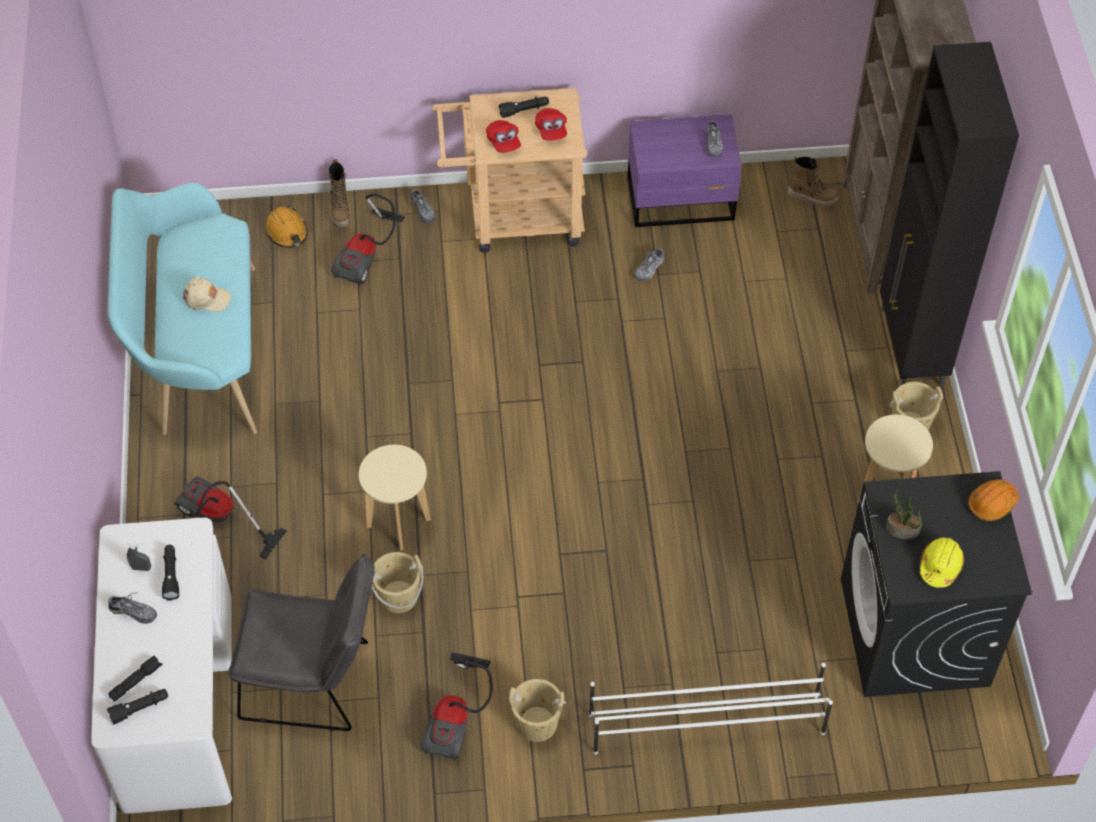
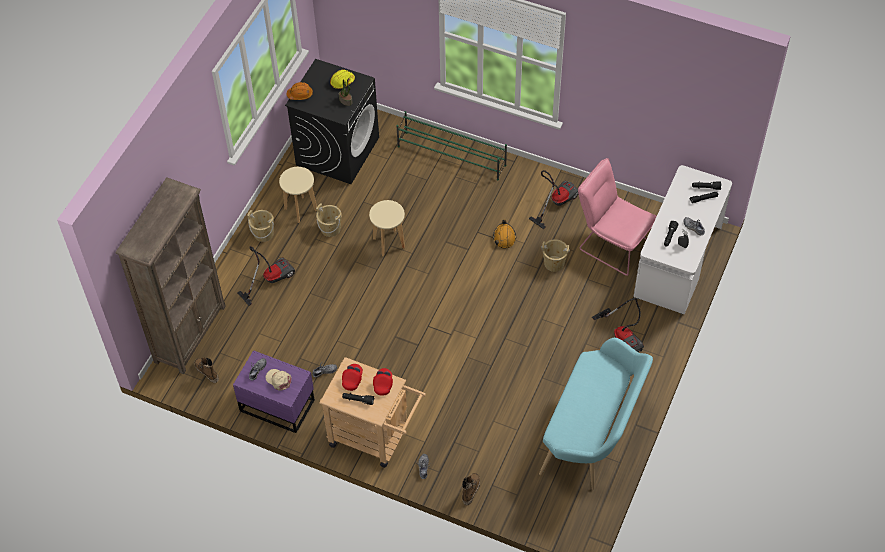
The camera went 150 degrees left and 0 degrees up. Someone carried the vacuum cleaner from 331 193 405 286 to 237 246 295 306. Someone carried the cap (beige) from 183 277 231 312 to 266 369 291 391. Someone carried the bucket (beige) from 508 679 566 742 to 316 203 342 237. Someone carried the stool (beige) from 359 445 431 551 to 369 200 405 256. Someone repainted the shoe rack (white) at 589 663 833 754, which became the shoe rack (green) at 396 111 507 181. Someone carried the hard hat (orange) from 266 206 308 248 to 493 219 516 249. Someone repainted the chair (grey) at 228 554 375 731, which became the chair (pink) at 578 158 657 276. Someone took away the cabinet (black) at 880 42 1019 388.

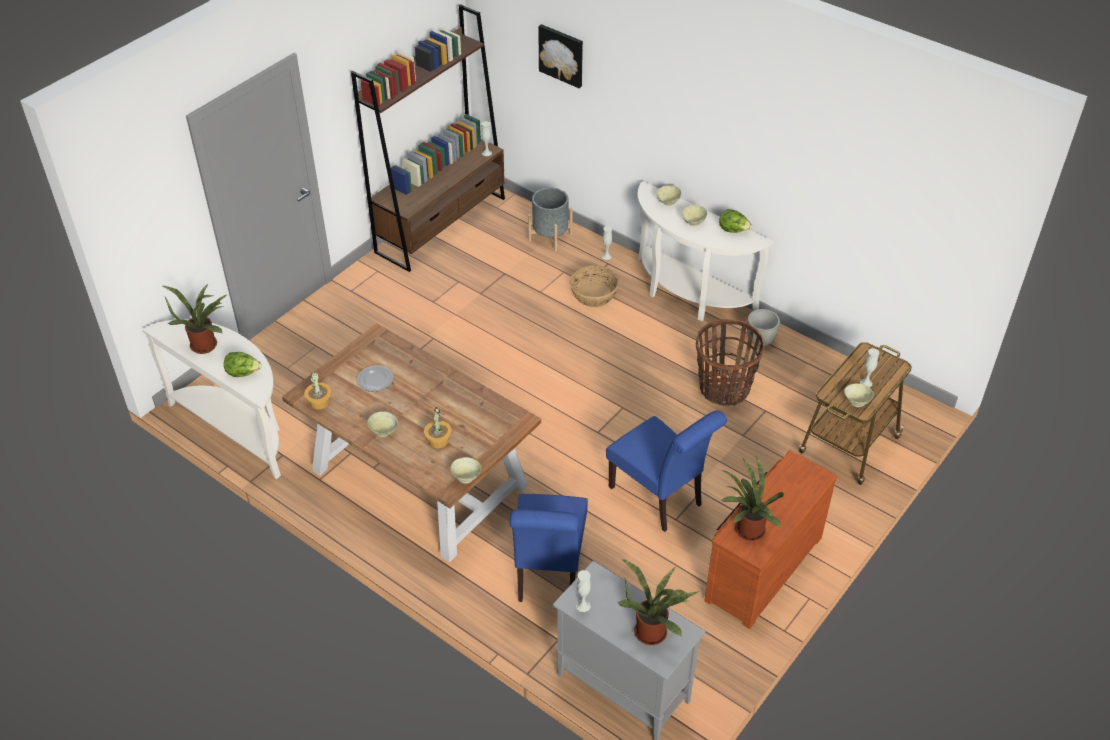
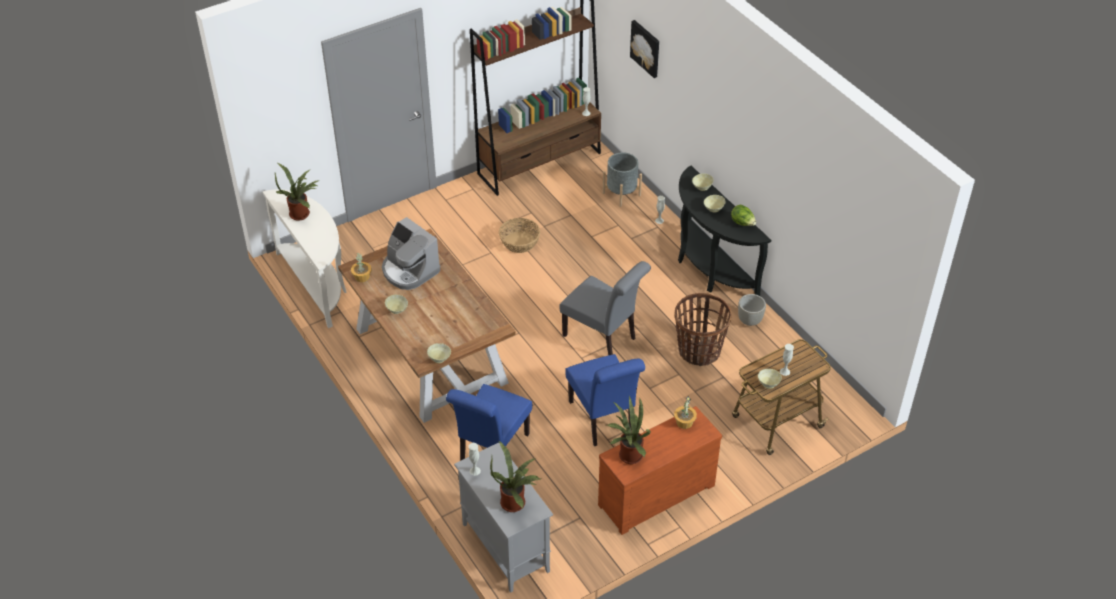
The camera went 20 degrees right and 0 degrees up. Someone swapped the plate at 357 366 393 392 for the coffee machine at 382 217 440 290. Someone carried the basket from 570 266 619 307 to 499 218 540 253. Someone put down the chair (grey) at 559 261 651 355. Someone carried the potted plant from 424 407 452 448 to 674 396 697 429. Someone repainted the console table (white) at 637 181 774 321, which became the console table (black) at 678 166 771 296. Someone took away the lettuce at 224 352 262 377.

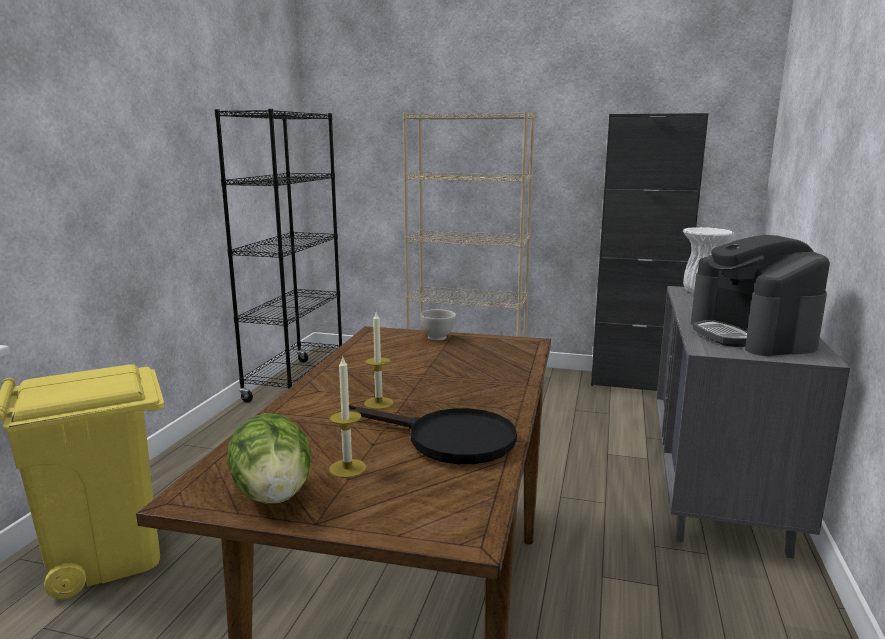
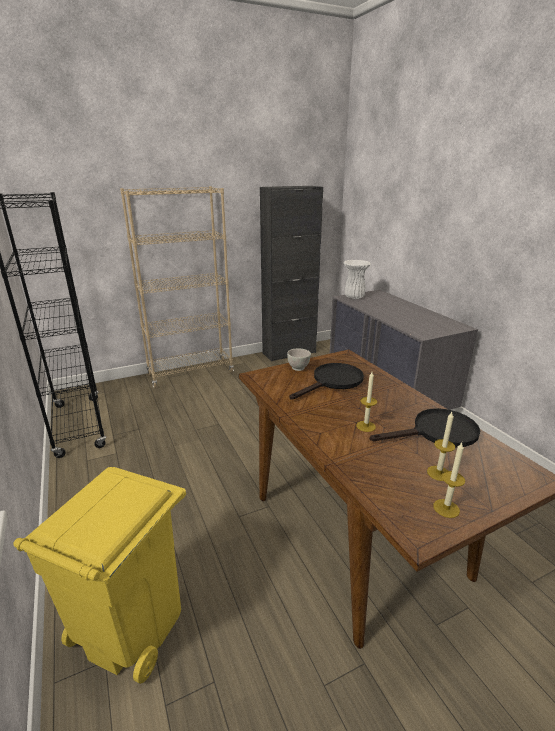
The camera went 40 degrees left and 10 degrees up. Someone put down the frying pan (black) at 290 363 364 400. Someone swapped the lettuce at 227 413 311 504 for the candle at 433 443 465 518. Someone took away the coffee machine at 691 235 830 356.

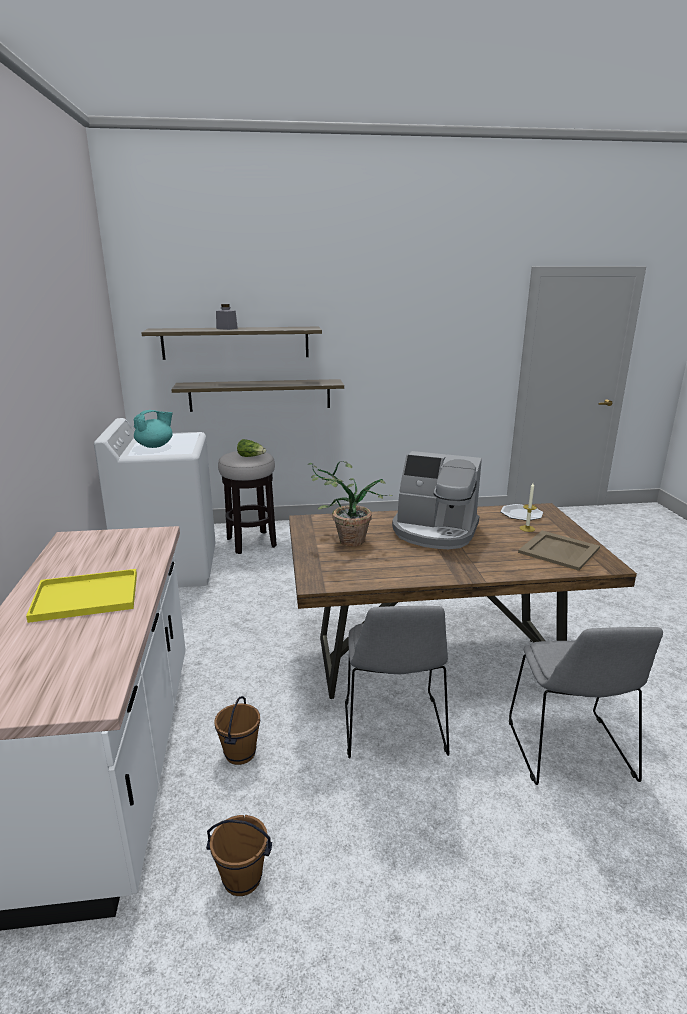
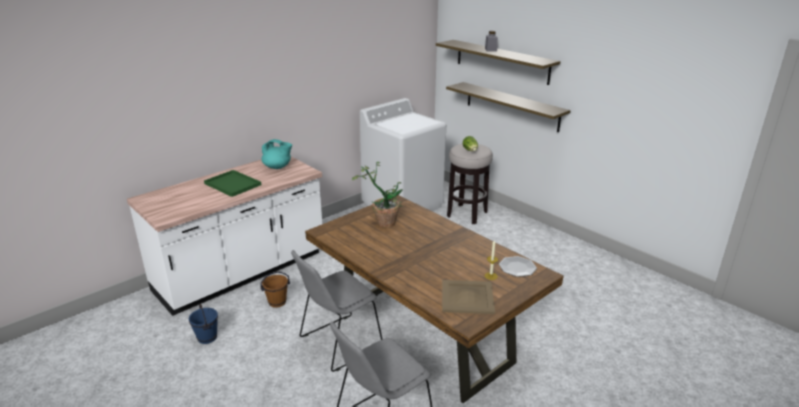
The camera went 55 degrees right and 5 degrees up. Someone repainted the bucket (brown) at 206 815 272 896, which became the bucket (blue) at 189 304 218 344. Someone repainted the tray (yellow) at 26 569 137 623, which became the tray (green) at 204 170 262 197. Someone carried the teapot (turquoise) from 134 410 173 448 to 262 139 292 169. Someone took away the coffee machine at 392 451 482 549.

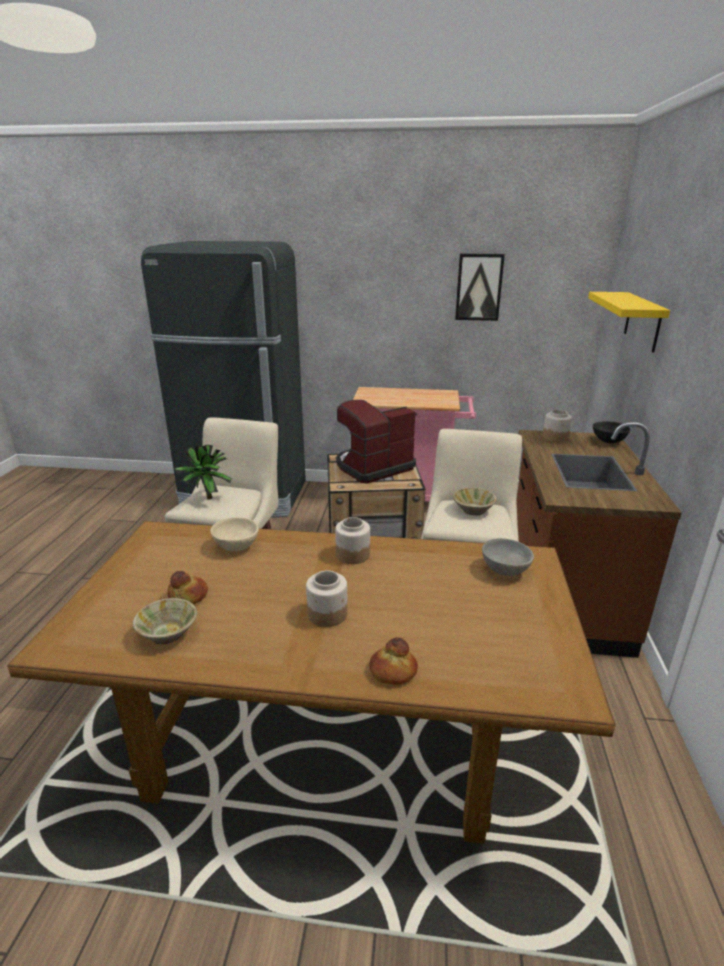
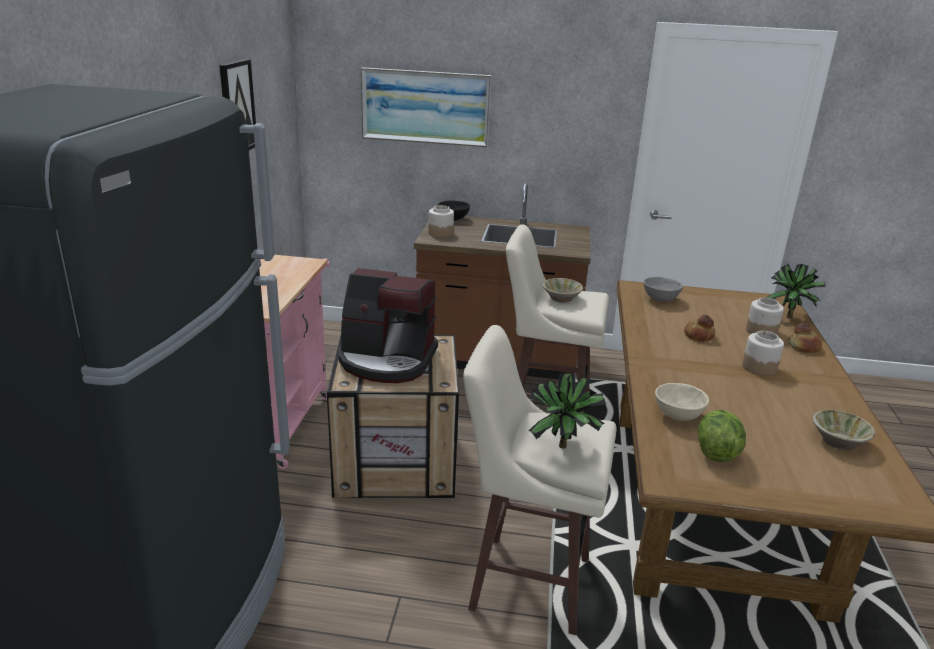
The camera went 90 degrees left and 0 degrees up. Someone rotated the coffee machine at 336 400 416 483 by 45 degrees counterclockwise. Someone swapped the shelf (yellow) at 588 292 670 352 for the picture at 361 67 492 147. Someone carried the bread from 167 571 208 604 to 684 315 715 342. Someone put down the lettuce at 698 410 746 462. Someone carried the jar from 335 517 370 564 to 746 298 784 334. Someone put down the potted plant at 766 264 826 319.

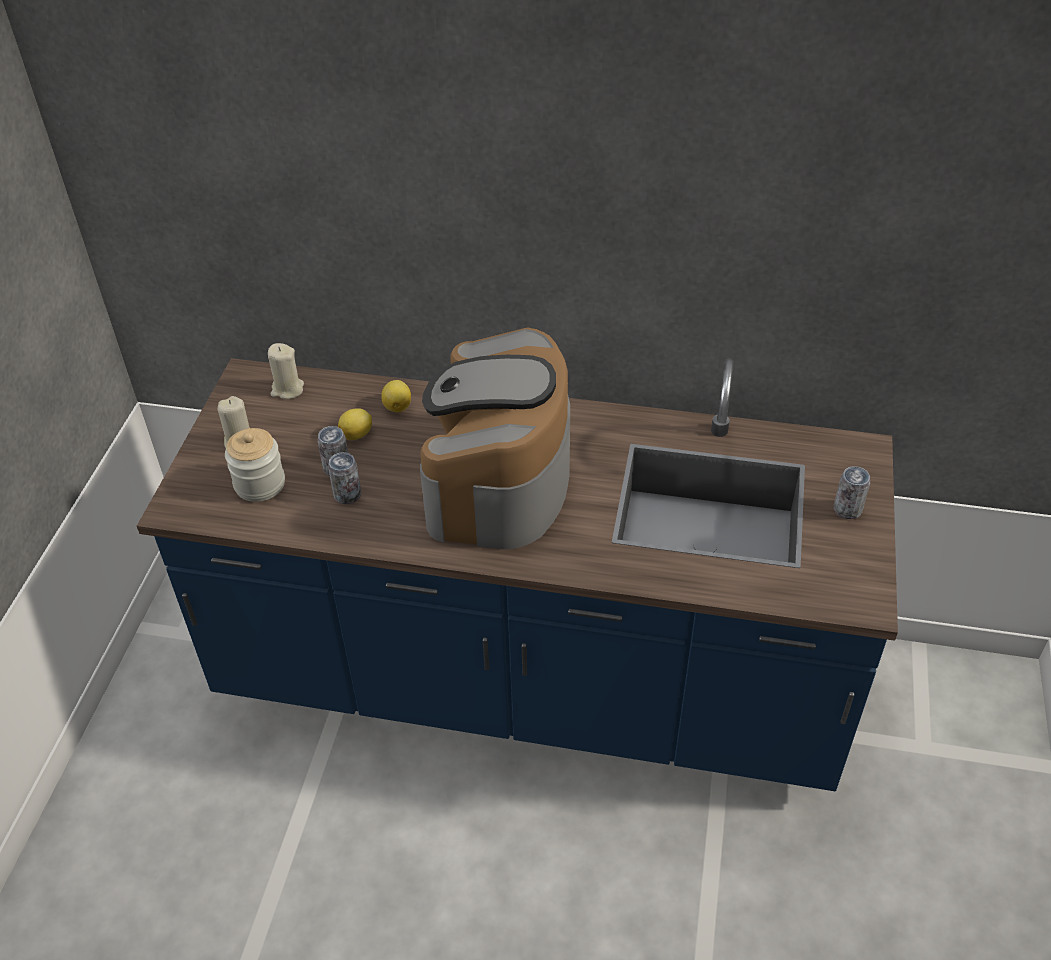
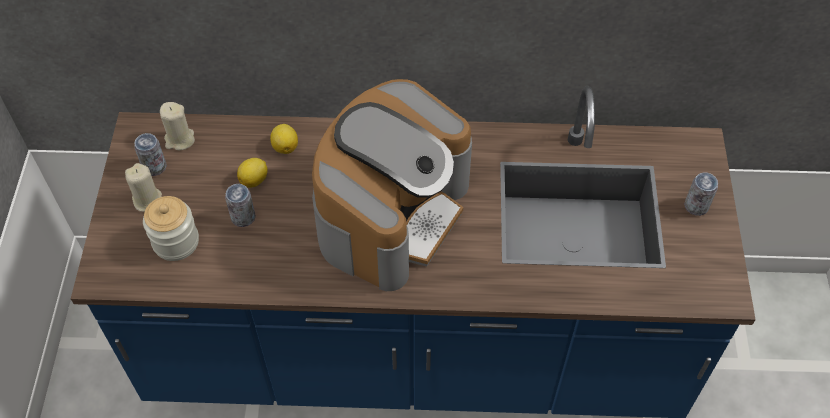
The camera went 10 degrees left and 10 degrees up. Someone carried the can from 328 452 361 504 to 134 133 167 176. Someone rotated the coffee machine at 420 327 570 549 by 150 degrees counterclockwise.

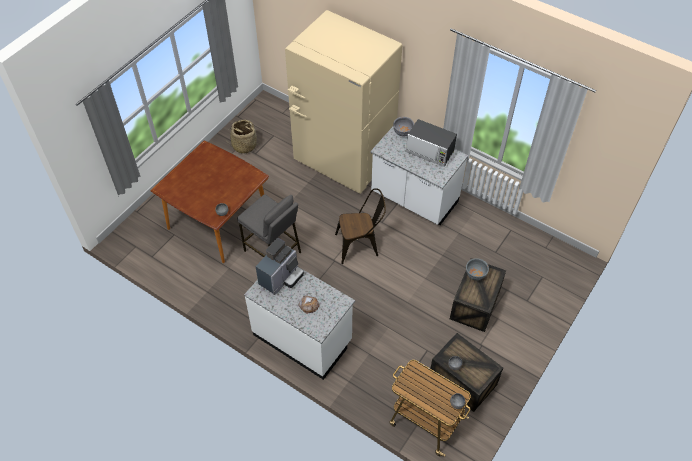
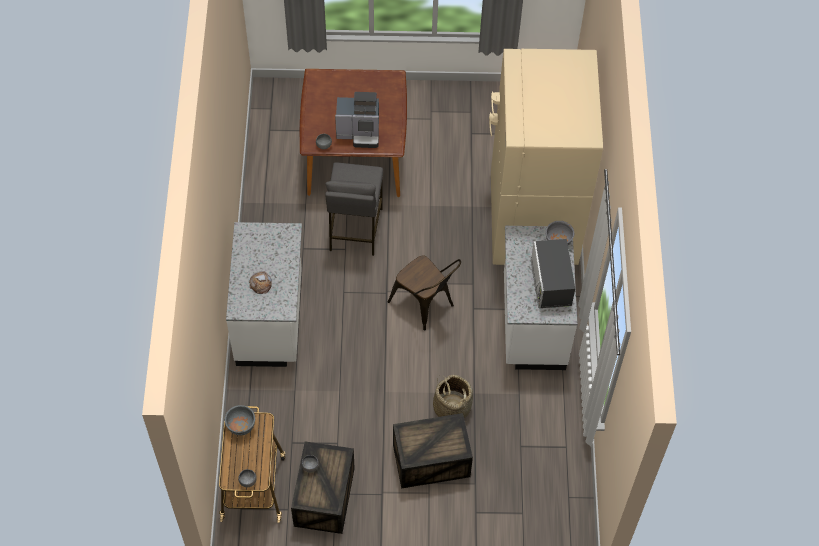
The camera went 55 degrees right and 5 degrees up. Someone carried the bowl (grey) from 466 258 489 280 to 225 405 255 436. Someone carried the coffee machine from 255 238 304 295 to 335 92 379 148. Someone carried the basket from 230 120 260 154 to 433 375 473 418.

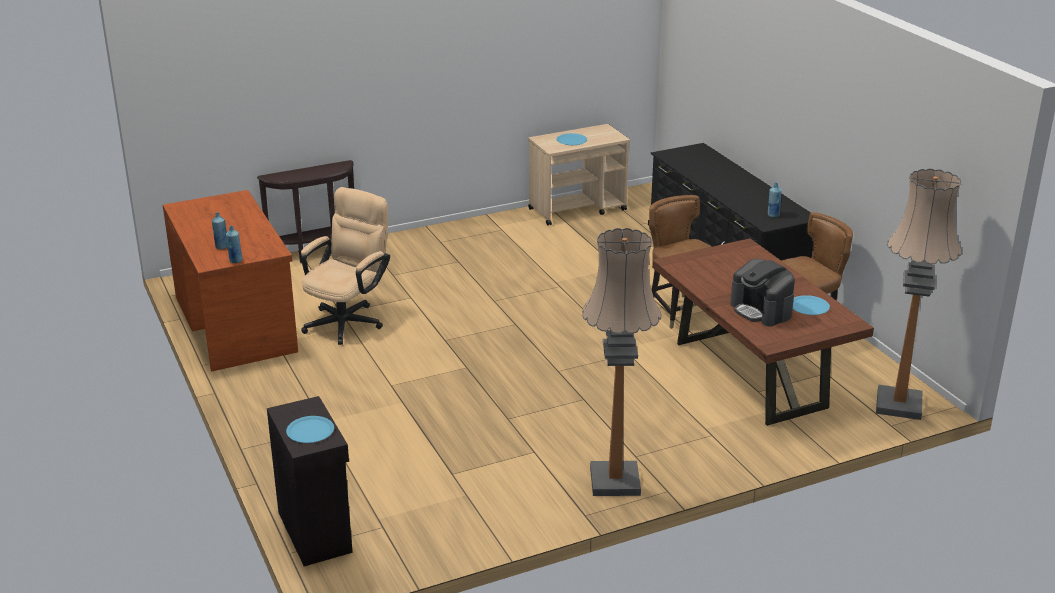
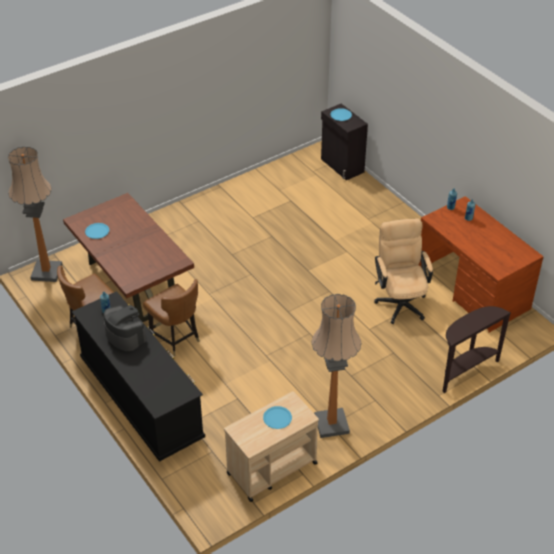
The camera went 170 degrees right and 15 degrees up. Someone carried the coffee machine from 730 259 795 326 to 104 305 146 351. Someone carried the floor lamp from 582 228 661 496 to 311 294 361 438. Someone rotated the office chair (beige) at 301 187 390 345 by 150 degrees clockwise.

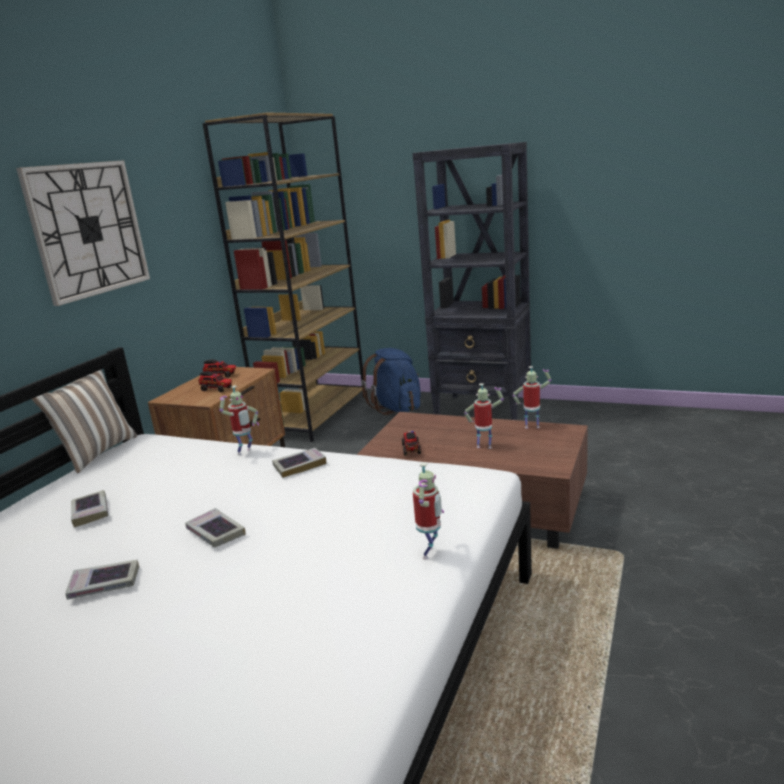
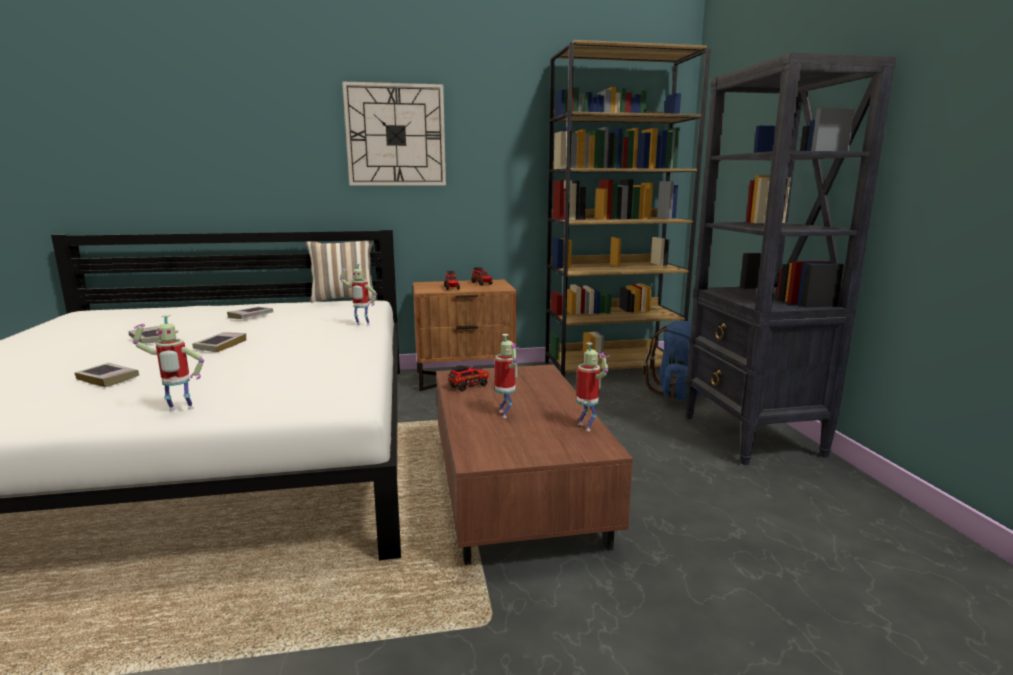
The camera went 55 degrees right and 5 degrees down. Someone carried the book from 272 448 327 478 to 75 363 139 387.

